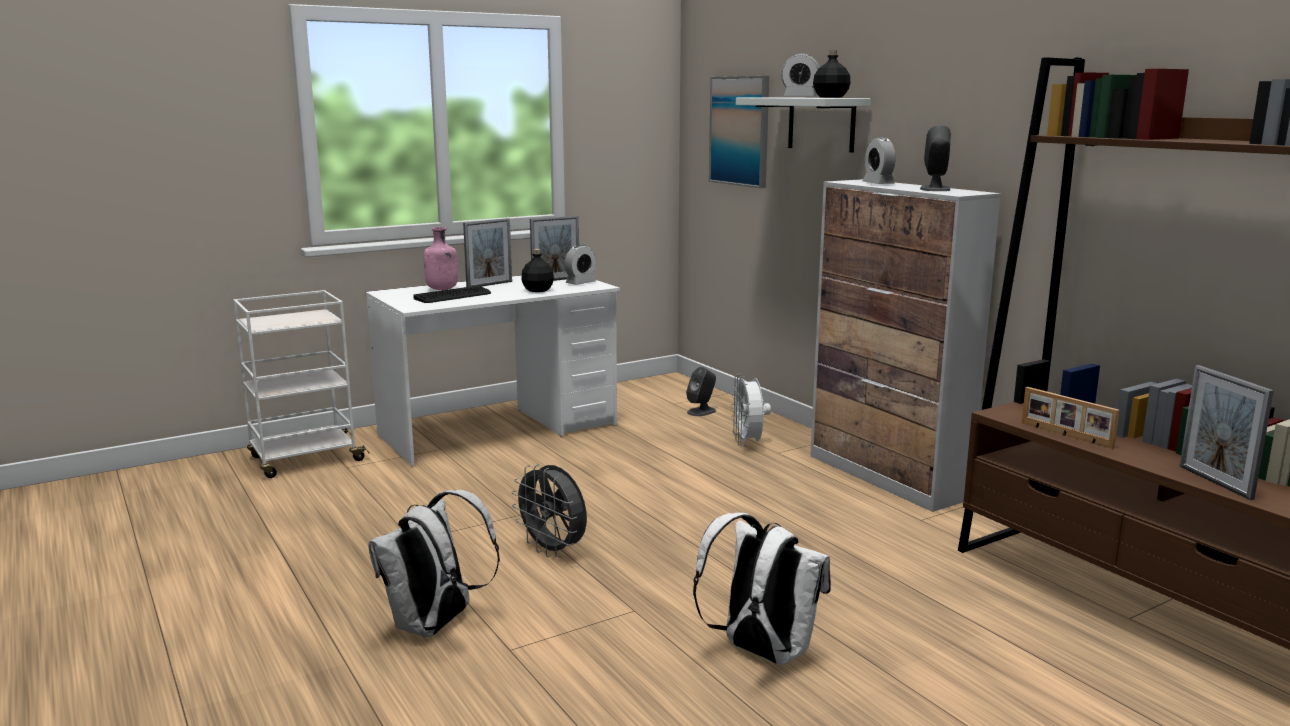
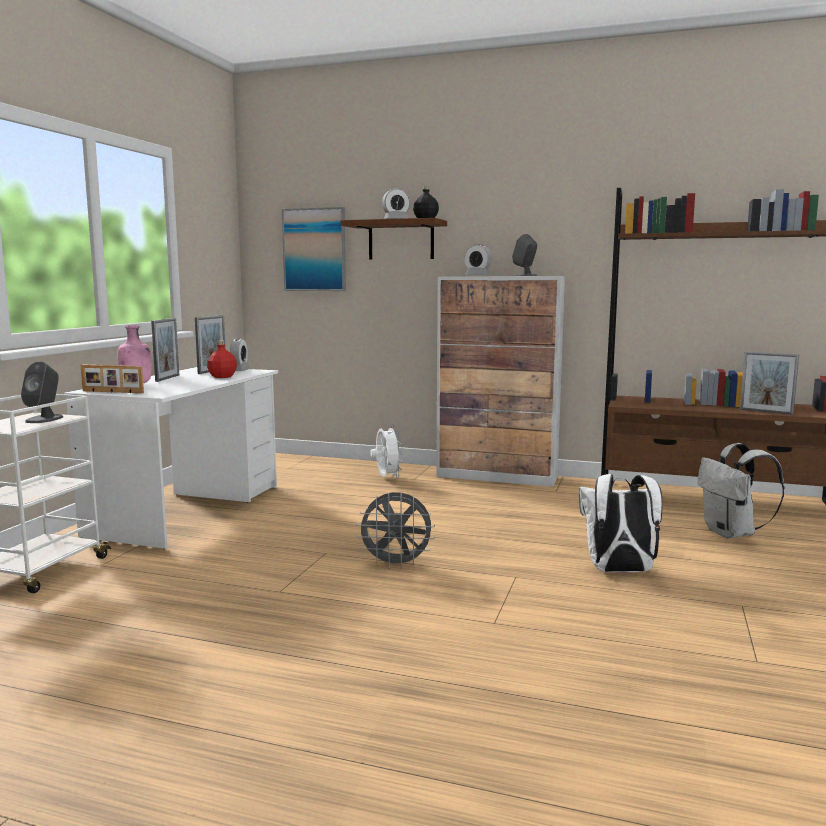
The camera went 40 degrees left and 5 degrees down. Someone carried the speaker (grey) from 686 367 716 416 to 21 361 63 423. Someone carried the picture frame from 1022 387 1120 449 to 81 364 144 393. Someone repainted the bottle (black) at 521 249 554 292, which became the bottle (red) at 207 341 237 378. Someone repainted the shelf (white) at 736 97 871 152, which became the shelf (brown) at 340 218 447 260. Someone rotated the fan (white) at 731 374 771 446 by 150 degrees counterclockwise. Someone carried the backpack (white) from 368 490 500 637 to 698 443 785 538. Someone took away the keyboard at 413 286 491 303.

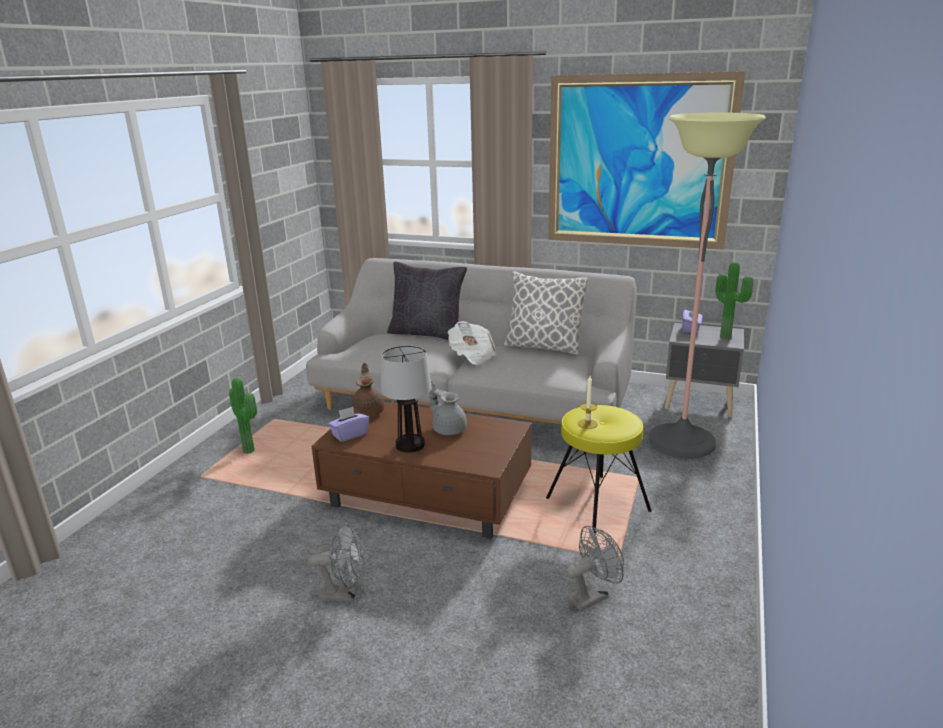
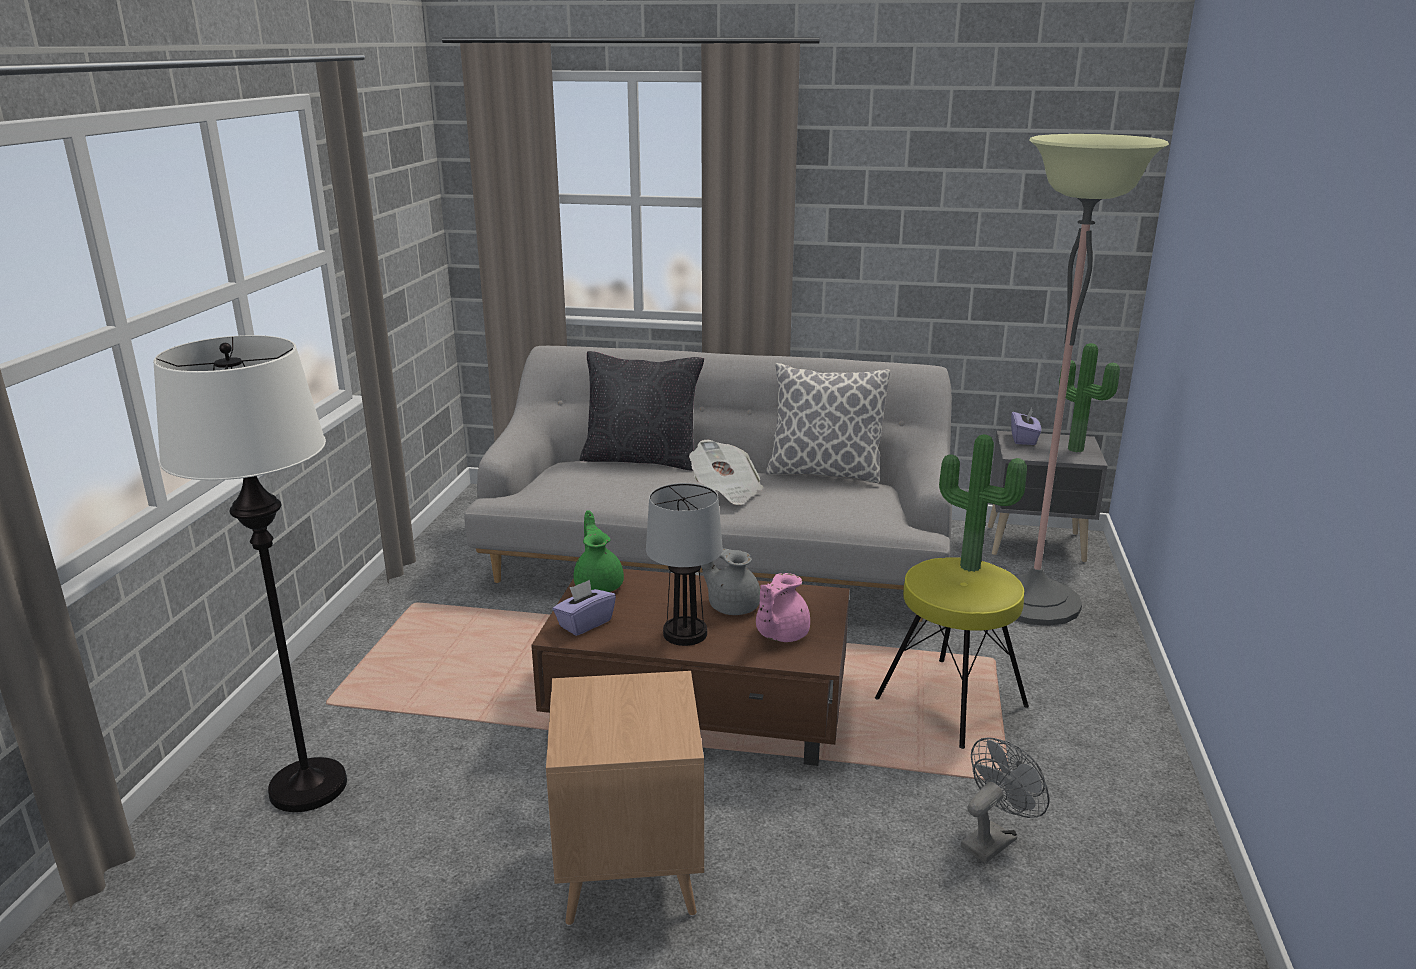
The camera went 10 degrees left and 0 degrees up. Someone put down the floor lamp (white) at 153 335 347 812. Someone swapped the fan (grey) at 308 524 365 602 for the side table (brown) at 546 671 704 926. Someone repainted the teapot (brown) at 351 363 384 417, which became the teapot (green) at 573 511 624 592. Someone put down the teapot (pink) at 756 573 810 642. Someone carried the potted plant from 229 378 257 454 to 939 434 1027 572. Someone took away the picture at 548 71 745 250. Someone took away the candle at 578 376 598 429.

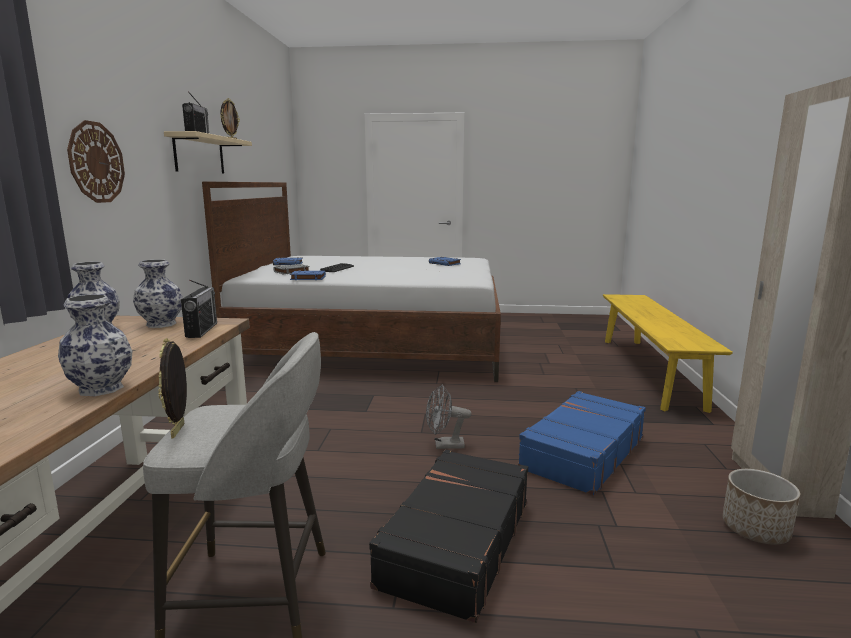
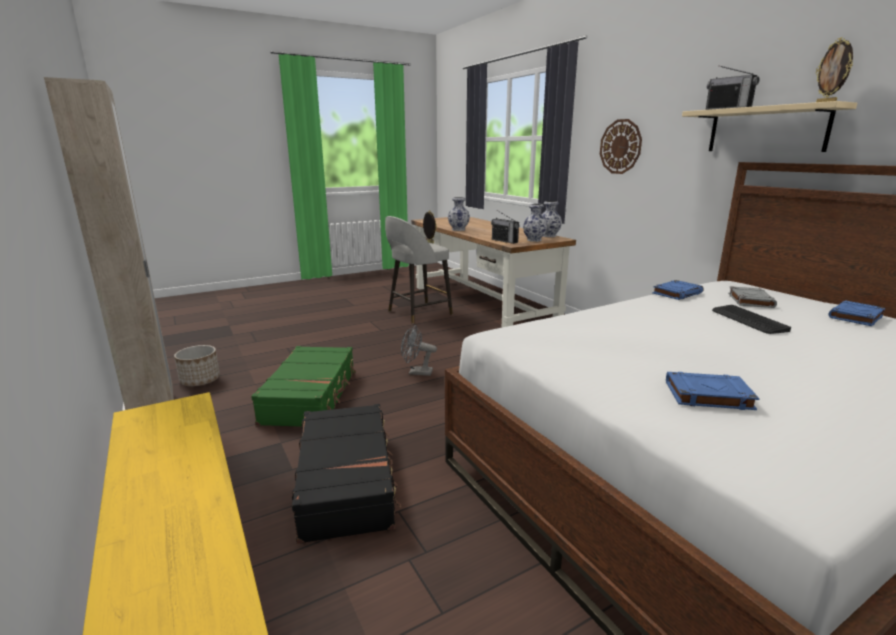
The camera went 145 degrees right and 5 degrees up. Someone repainted the suitcase (blue) at 518 391 646 495, which became the suitcase (green) at 251 346 356 427. Someone carried the suitcase (black) from 369 449 528 623 to 292 404 401 544. Someone rotated the fan (grey) at 426 385 471 449 by 135 degrees counterclockwise.

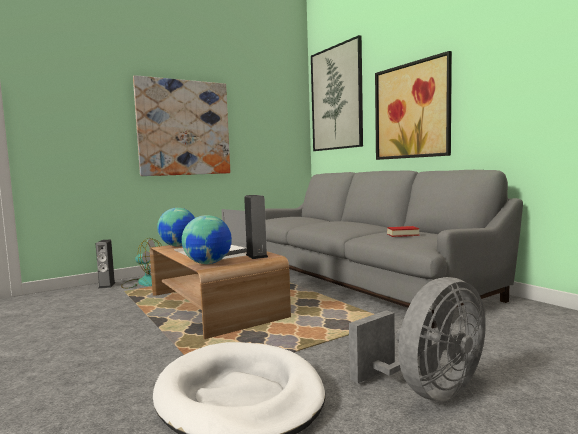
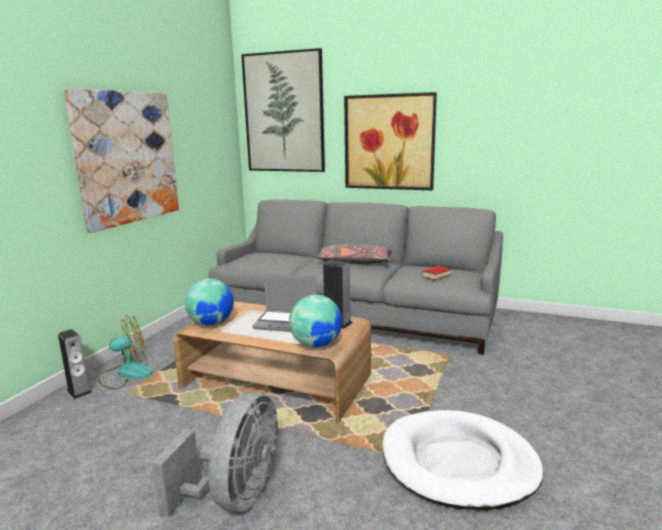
The camera went 35 degrees left and 10 degrees up. Someone carried the fan (grey) from 349 277 486 402 to 152 392 278 516. Someone put down the pillow (grey) at 316 243 392 264.

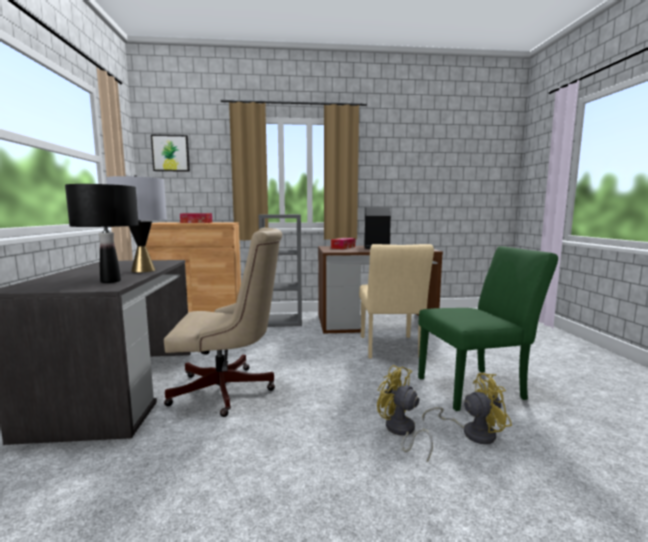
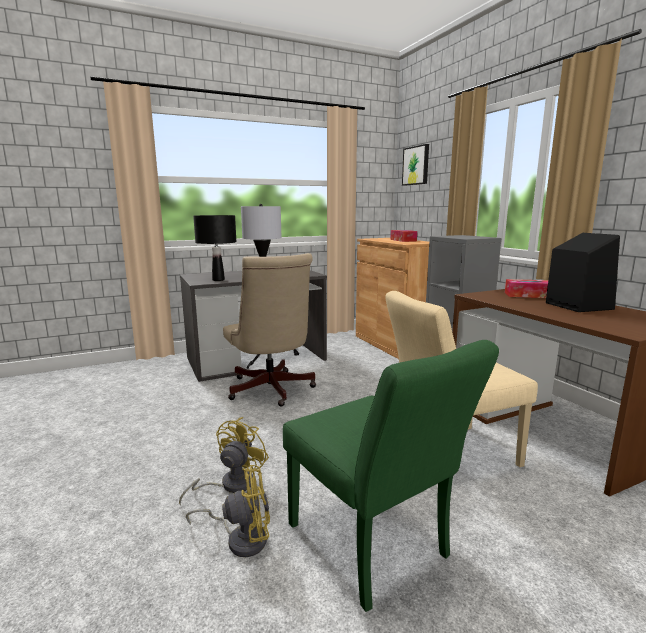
The camera went 70 degrees right and 5 degrees up. Someone rotated the fan (yellow) at 423 373 512 444 by 75 degrees counterclockwise.

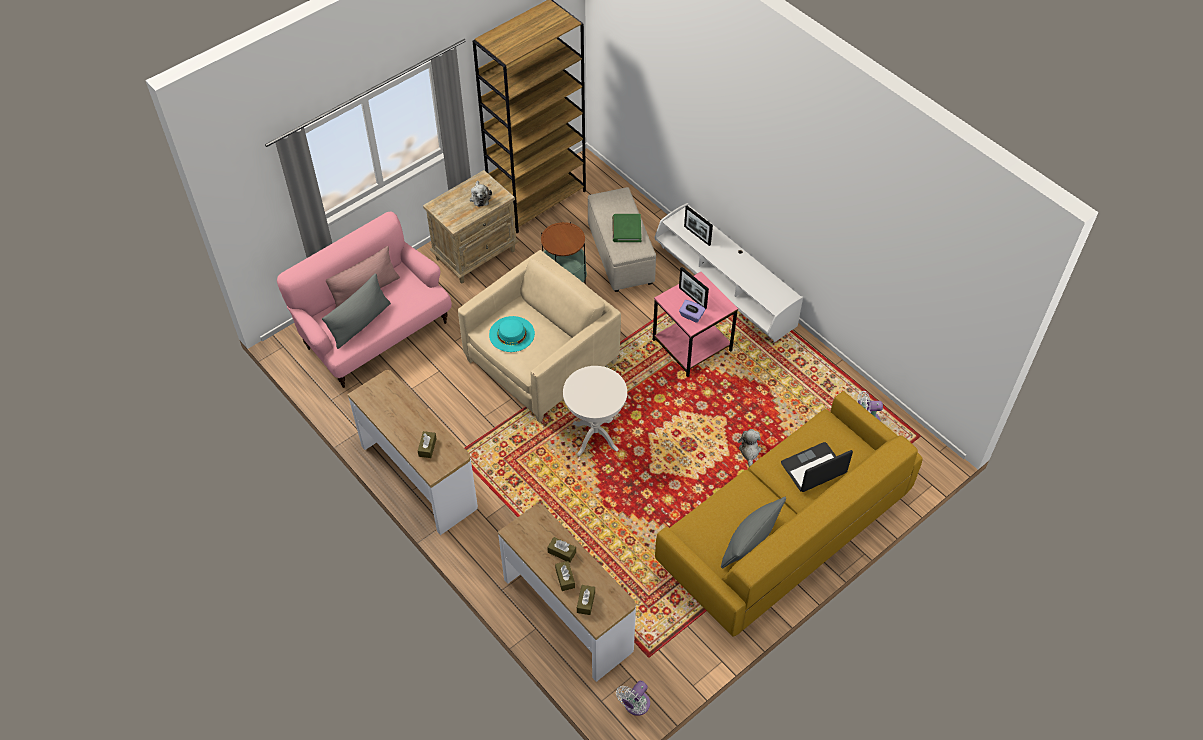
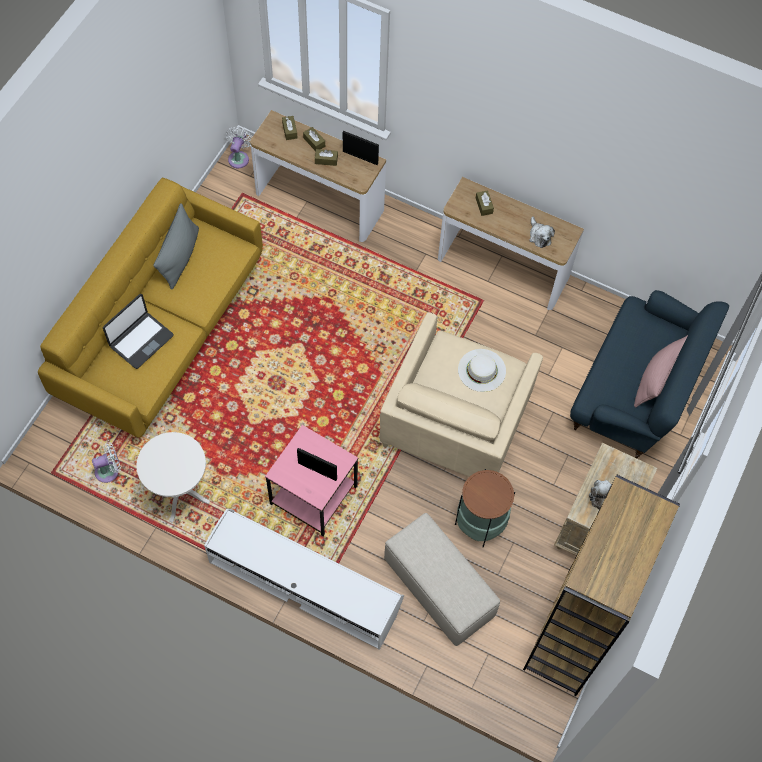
The camera went 155 degrees right and 10 degrees up. Someone carried the side table (white) from 563 366 627 456 to 136 432 210 523. Someone carried the picture frame from 684 206 713 246 to 343 131 379 165. Someone repainted the hat (turquoise) at 489 316 535 352, which became the hat (white) at 458 349 506 392. Someone carried the plush toy from 738 429 761 467 to 529 217 555 248. Someone repainted the sofa (pink) at 277 212 452 388, which became the sofa (blue) at 570 290 729 458. Someone took away the pillow (grey) at 322 273 391 349. Someone took away the book (green) at 612 214 642 242. Someone took away the tissue box (purple) at 679 300 705 323.

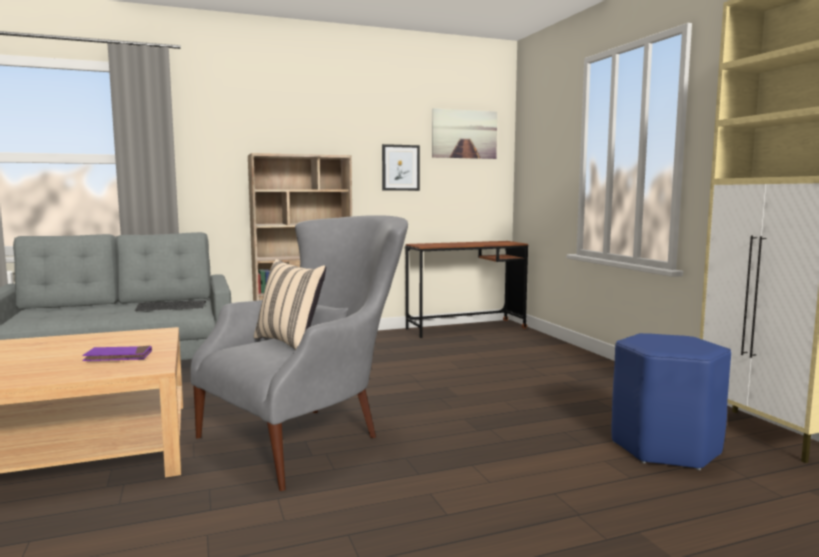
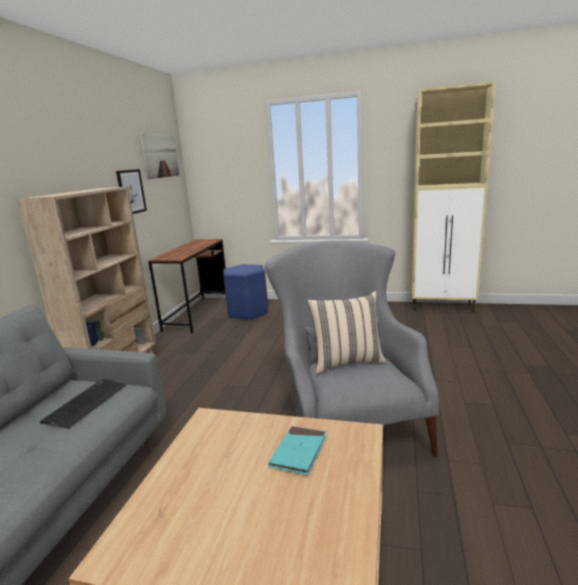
The camera went 55 degrees left and 10 degrees up. Someone carried the stool (blue) from 612 333 731 470 to 223 264 268 320. Someone repainted the book (purple) at 82 346 152 361, which became the book (turquoise) at 268 426 327 475.

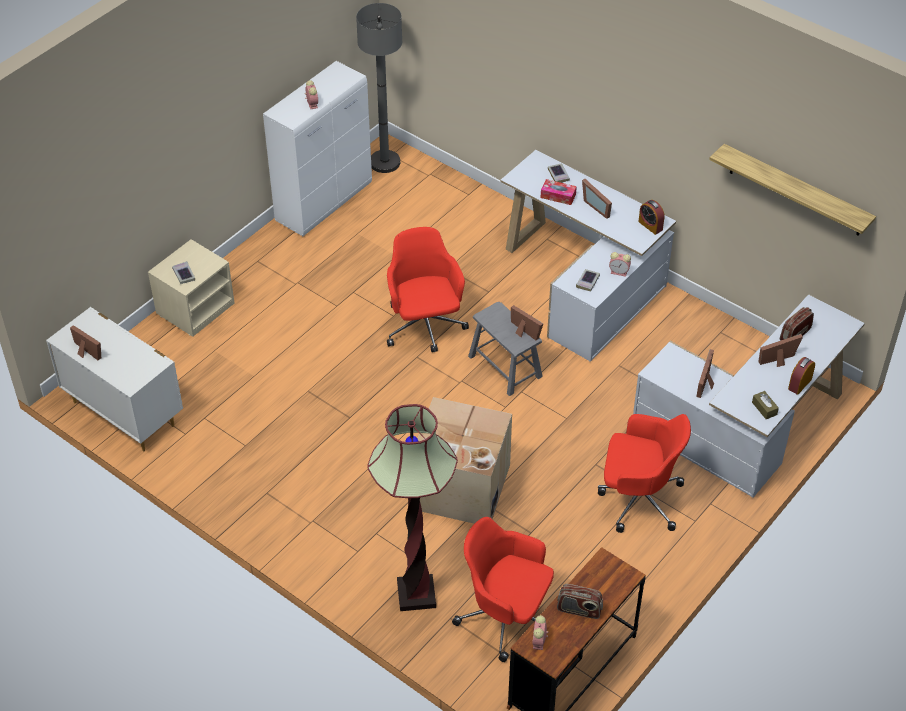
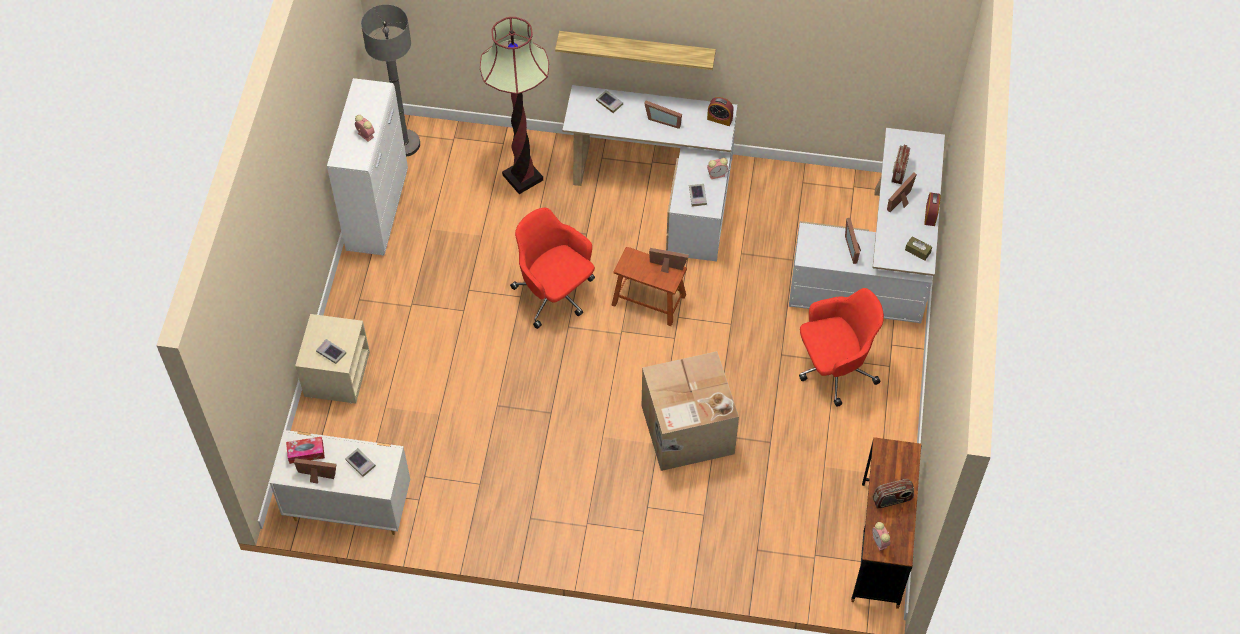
The camera went 30 degrees left and 10 degrees up. Someone carried the tissue box from 540 179 577 205 to 286 437 325 464. Someone put down the book at 345 448 375 477. Someone carried the floor lamp from 367 404 458 611 to 480 17 549 194. Someone carried the shelf from 709 144 876 236 to 555 31 716 70. Someone repainted the stool (grey) at 468 302 543 396, which became the stool (brown) at 612 247 687 326. Someone took away the office chair (red) at 452 517 554 662.

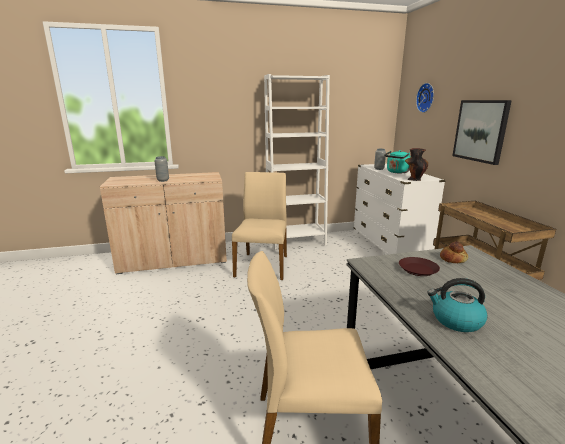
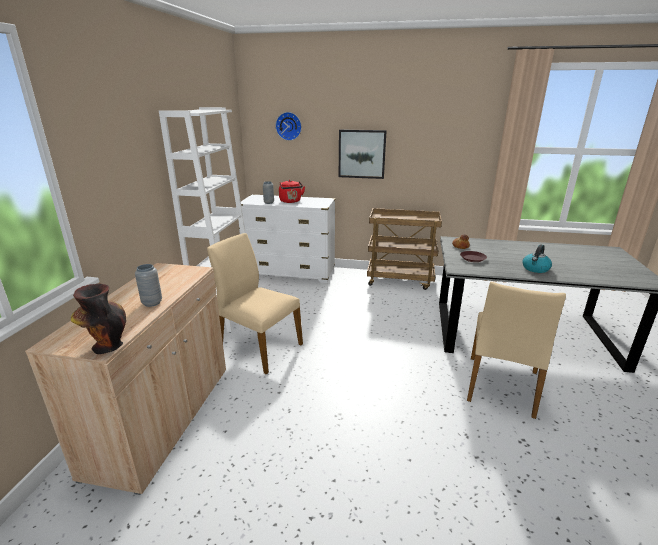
The camera went 65 degrees left and 5 degrees up. Someone carried the vase from 405 148 428 181 to 71 284 126 354. Someone repainted the kettle (turquoise) at 384 150 410 173, which became the kettle (red) at 279 180 305 203.

